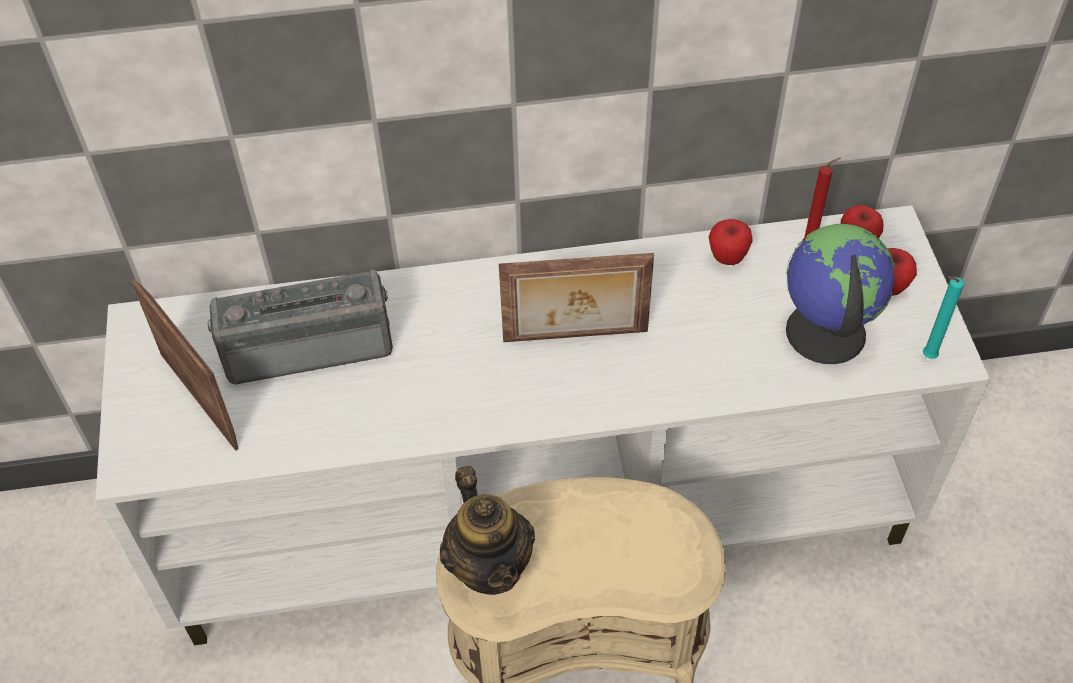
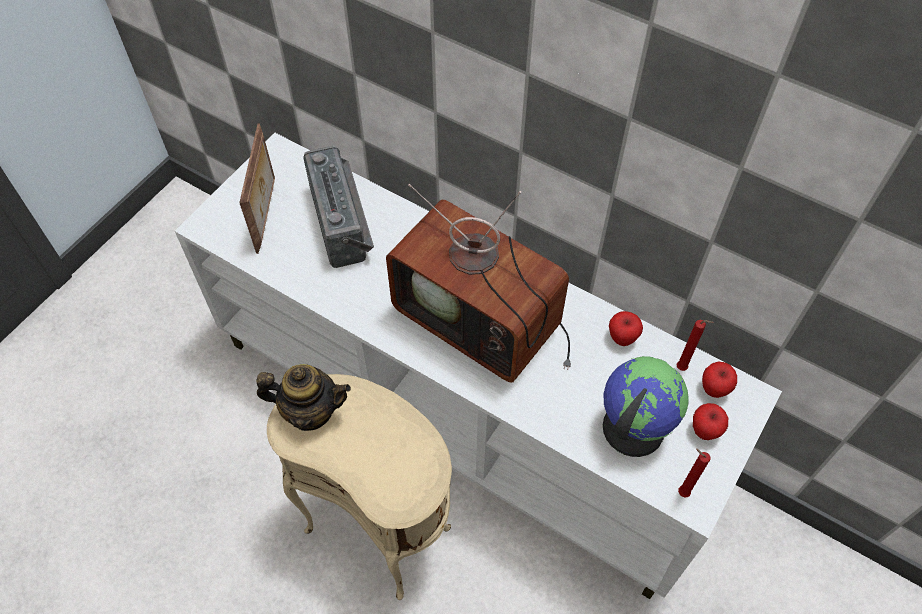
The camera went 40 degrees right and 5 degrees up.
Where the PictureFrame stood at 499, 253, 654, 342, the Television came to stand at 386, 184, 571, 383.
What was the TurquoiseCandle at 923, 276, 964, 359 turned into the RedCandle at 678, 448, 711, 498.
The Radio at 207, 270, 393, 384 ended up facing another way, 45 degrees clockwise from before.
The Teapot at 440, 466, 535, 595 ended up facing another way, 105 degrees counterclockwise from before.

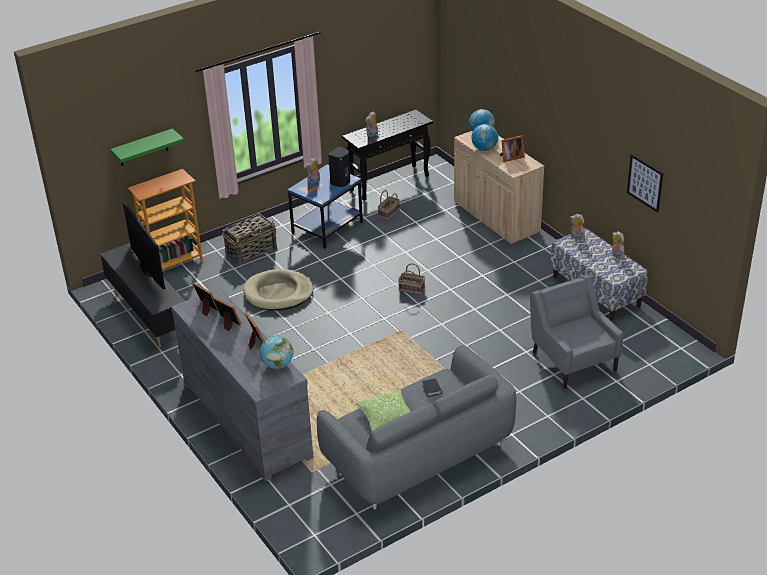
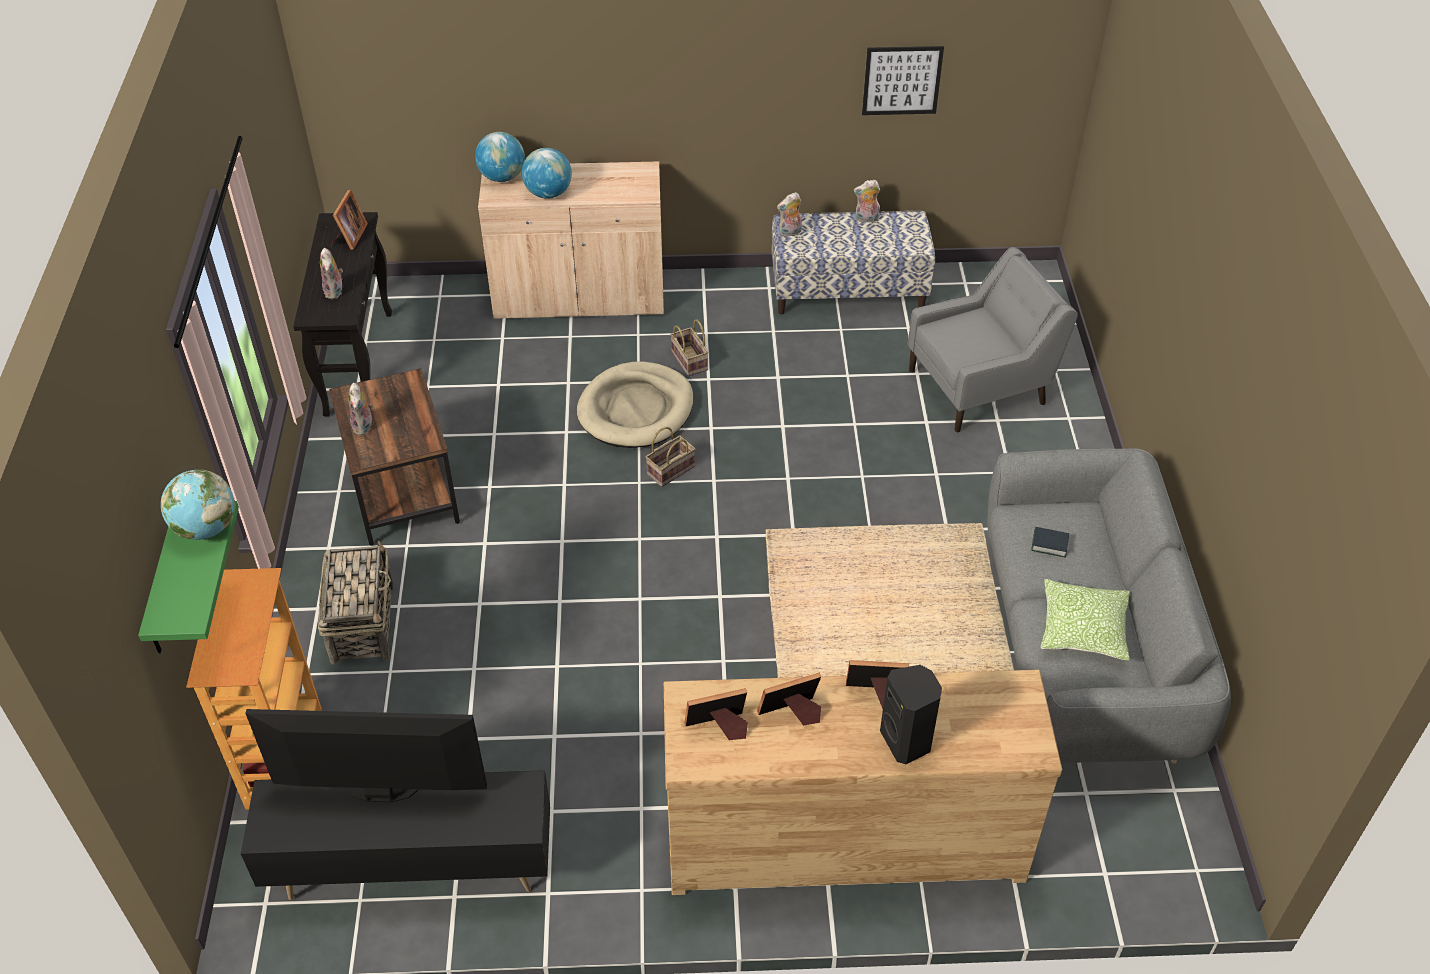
The camera went 60 degrees left and 10 degrees up.
The BeigeDogBed ended up elsewhere, having gone from 243, 269, 313, 310 to 577, 361, 693, 448.
The Globe ended up elsewhere, having gone from 260, 335, 293, 369 to 161, 469, 234, 540.
The BlackSpeaker ended up elsewhere, having gone from 328, 147, 350, 187 to 880, 665, 942, 764.
The Basket ended up elsewhere, having gone from 378, 190, 400, 220 to 670, 319, 708, 376.
The PictureFrame ended up elsewhere, having gone from 500, 136, 525, 162 to 332, 190, 368, 250.
What was the GreyDresser at 171, 288, 313, 481 turned into the BrownDresser at 664, 670, 1062, 895.
What was the BlueSideTable at 287, 165, 363, 249 turned into the BrownSideTable at 329, 368, 460, 545.
The GreyArmchair at 530, 275, 624, 389 ended up facing another way, 150 degrees clockwise from before.

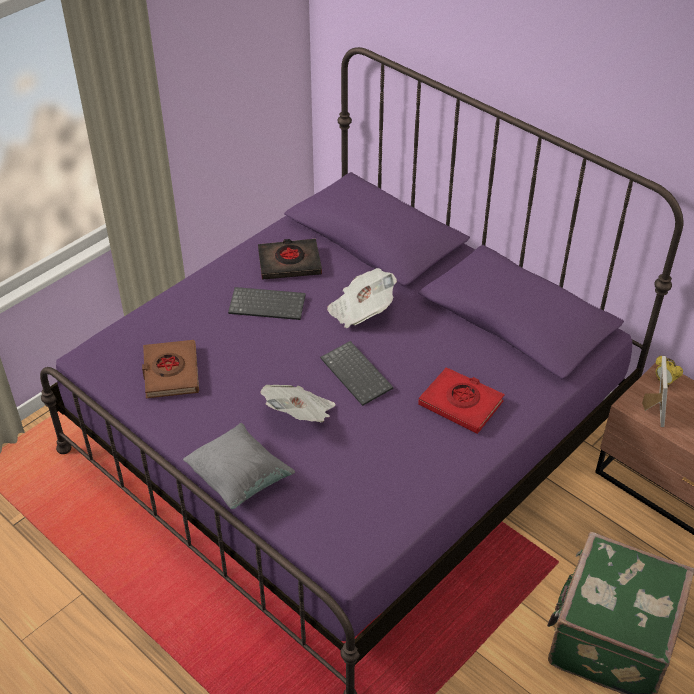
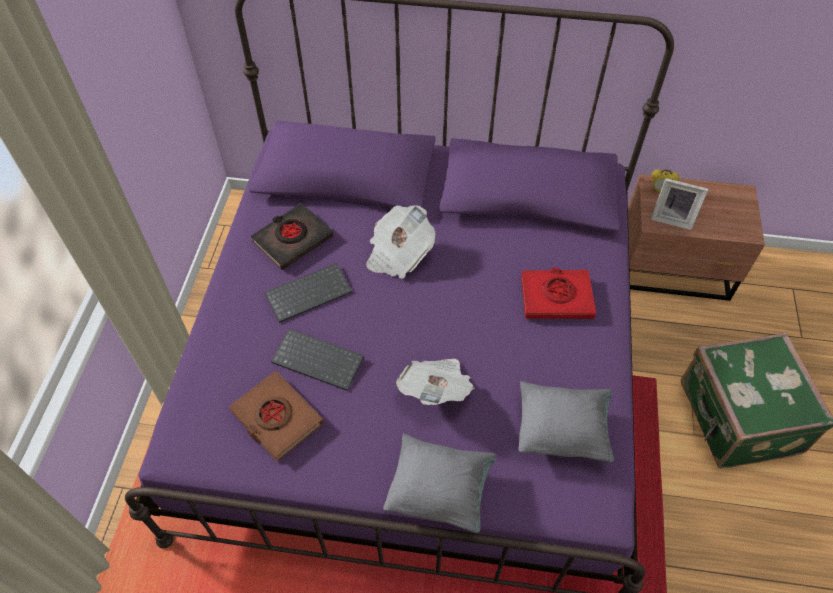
The camera went 35 degrees left and 10 degrees up.
The second view gained the GreyPillow at 518, 381, 614, 462.
The Keyboard ended up elsewhere, having gone from 320, 341, 393, 406 to 271, 329, 364, 391.
The PictureFrame at 642, 356, 668, 427 ended up facing another way, 135 degrees clockwise from before.

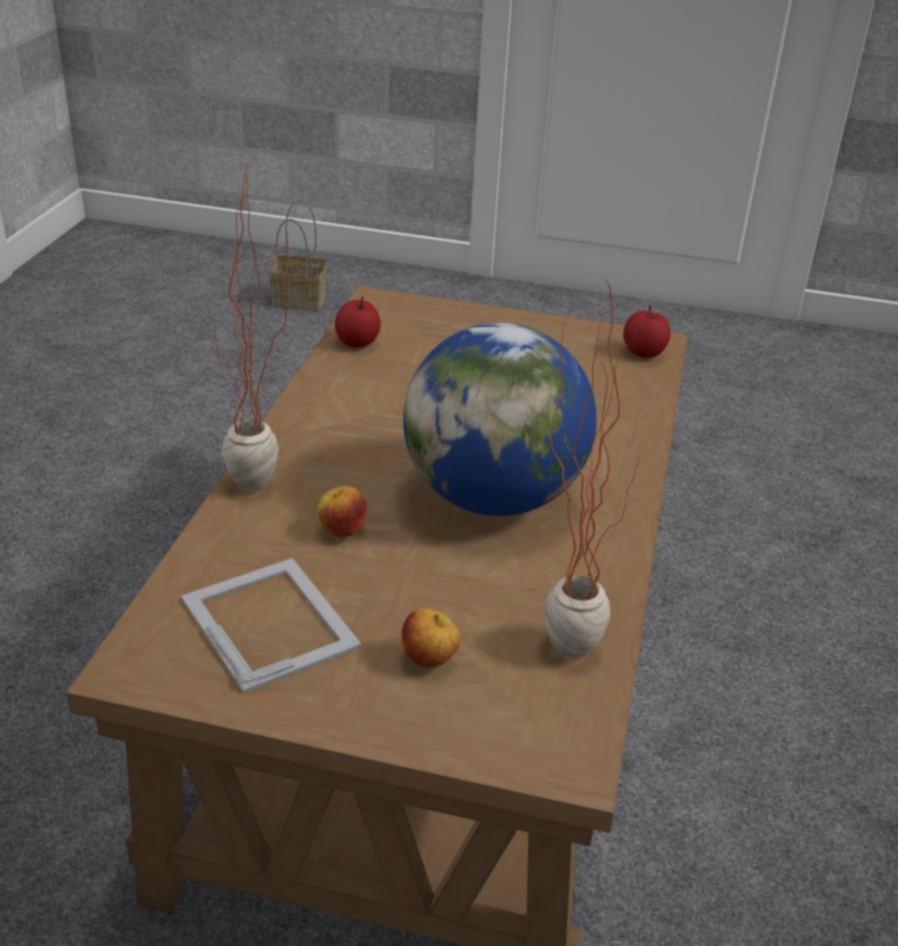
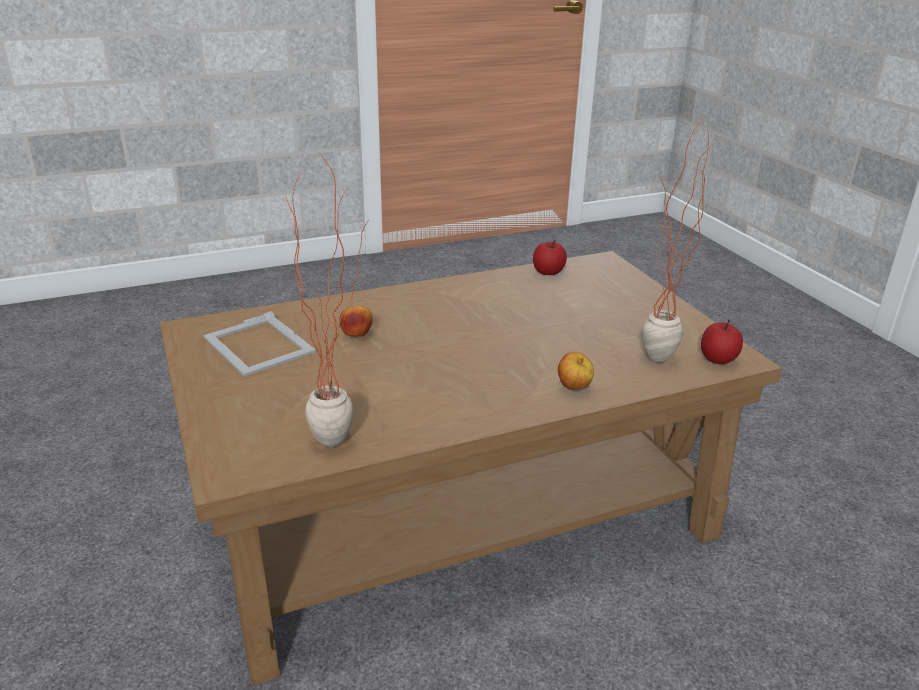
The camera went 55 degrees right and 5 degrees down.
The second view lost the Basket at 268, 199, 327, 311.
The second view lost the Globe at 403, 323, 597, 516.
The PottedPlant ended up elsewhere, having gone from 207, 163, 287, 491 to 642, 120, 712, 363.
The Apple ended up elsewhere, having gone from 402, 608, 460, 667 to 558, 352, 594, 390.
The PictureFrame at 181, 558, 362, 693 ended up facing another way, 120 degrees clockwise from before.

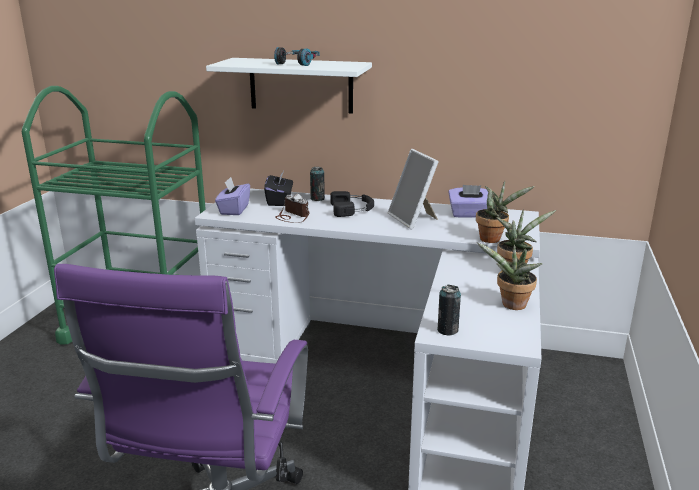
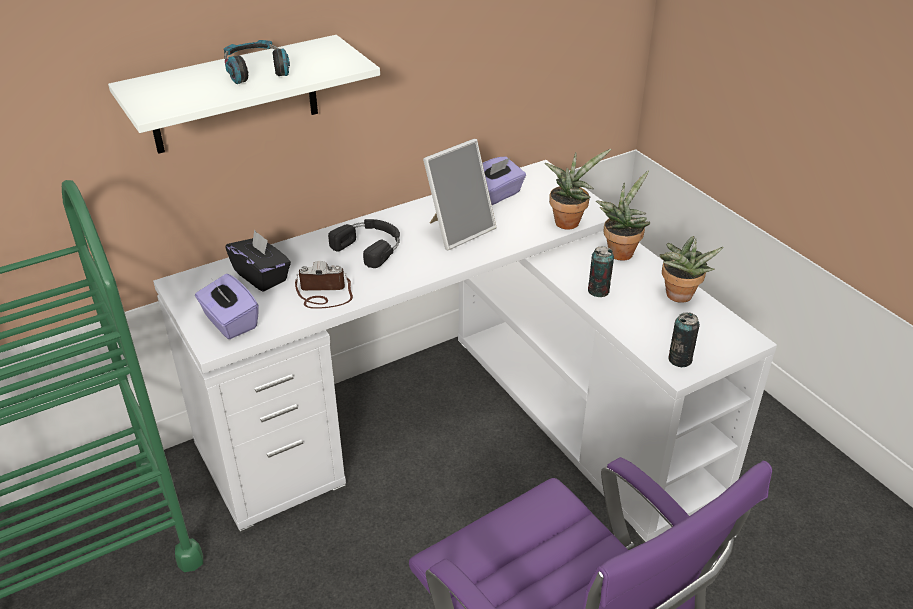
The camera went 45 degrees left and 15 degrees up.
The Can ended up elsewhere, having gone from 310, 167, 325, 201 to 588, 246, 614, 297.
The PictureFrame at 388, 149, 439, 229 ended up facing another way, 60 degrees counterclockwise from before.

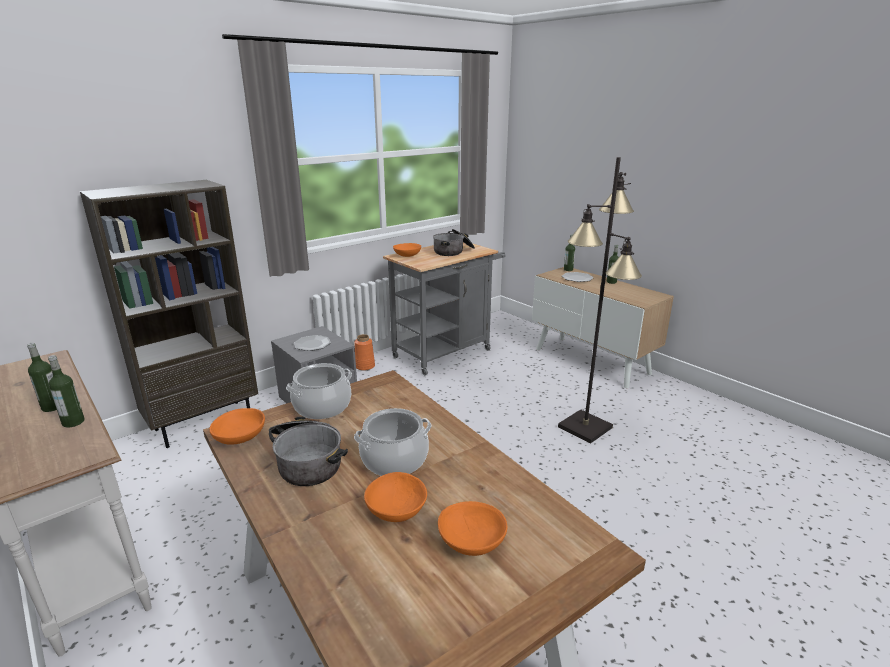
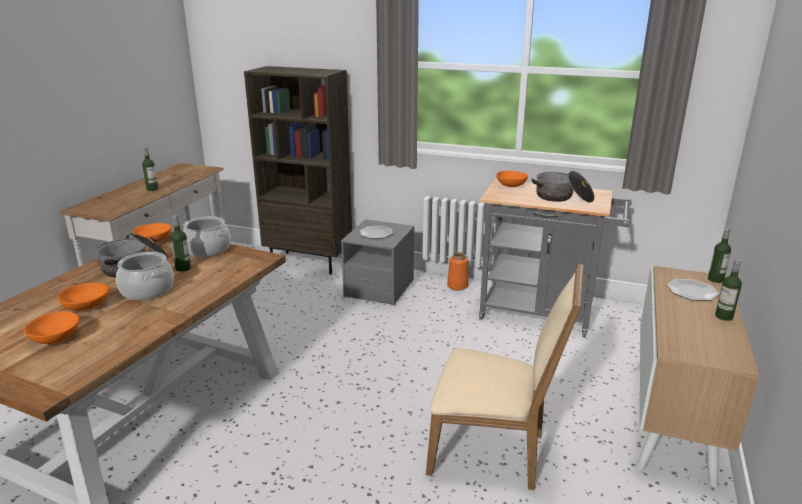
The camera went 60 degrees right and 0 degrees up.
The Bottle ended up elsewhere, having gone from 48, 355, 85, 428 to 171, 215, 191, 272.
Where the BlackFloorLamp stood at 558, 157, 642, 444, the BeigeChair came to stand at 426, 263, 584, 490.

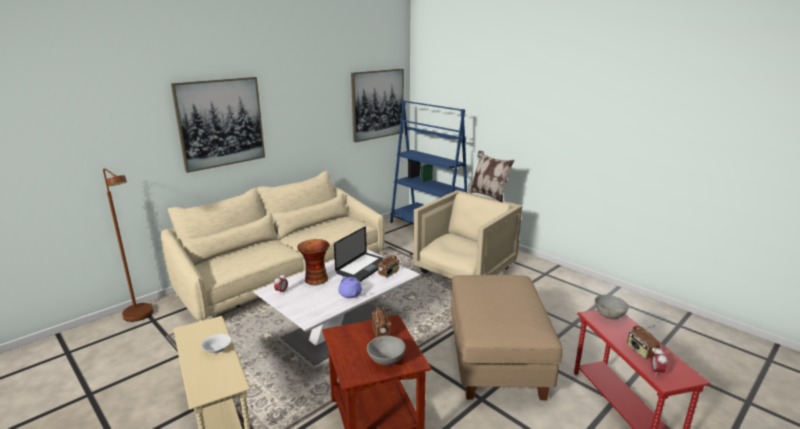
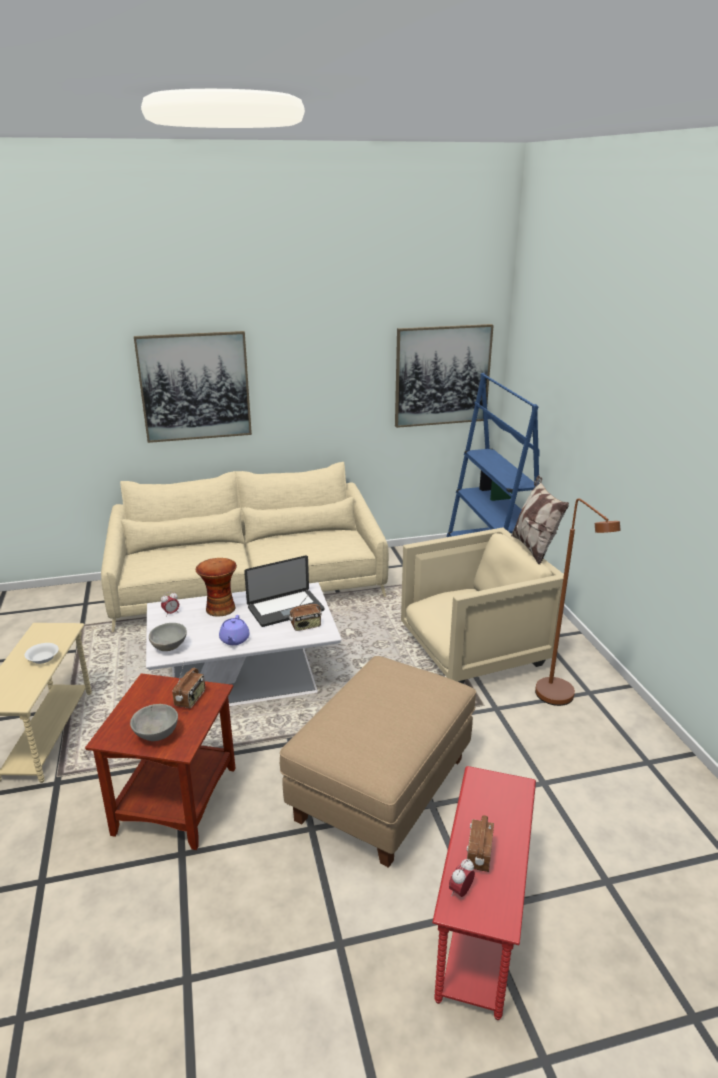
The camera went 30 degrees right and 5 degrees up.
The BrownFloorLamp ended up elsewhere, having gone from 103, 168, 153, 322 to 535, 498, 621, 706.
The GreyBowl ended up elsewhere, having gone from 595, 295, 629, 319 to 149, 623, 187, 651.

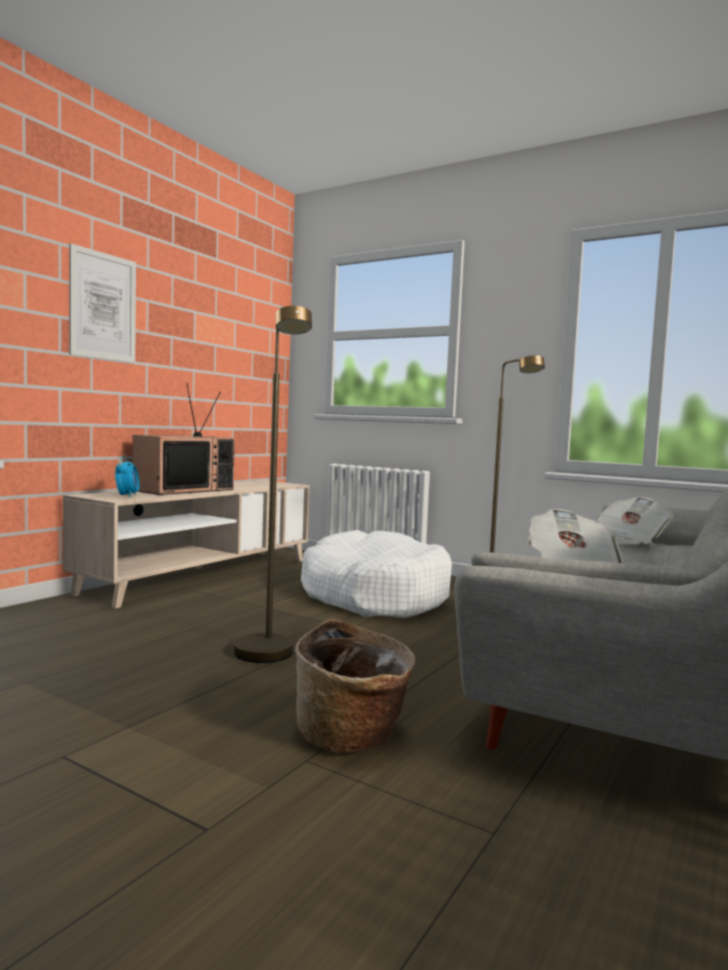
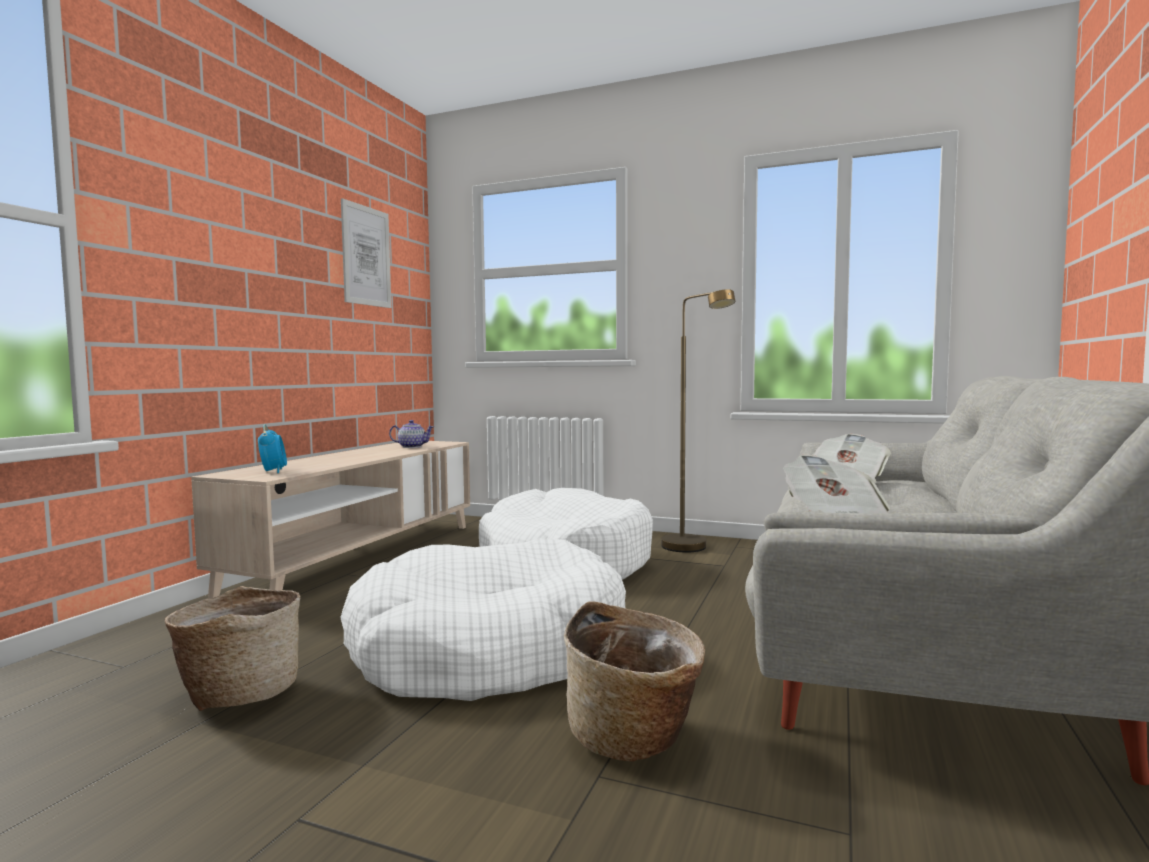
The camera went 10 degrees left and 0 degrees up.
The second view lost the Television at 132, 383, 235, 495.
The second view gained the Basket at 165, 586, 300, 711.
The second view gained the Teapot at 389, 420, 434, 448.
The Picture ended up elsewhere, having gone from 69, 243, 136, 363 to 341, 198, 391, 308.
Where the BrownFloorLamp stood at 234, 306, 312, 663, the WhiteDogBed came to stand at 340, 538, 626, 701.

